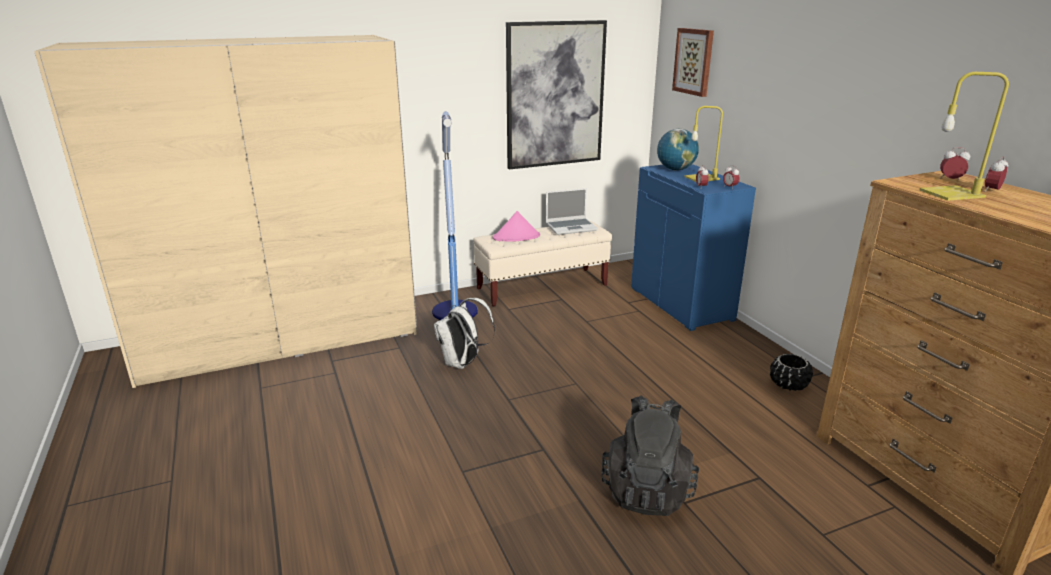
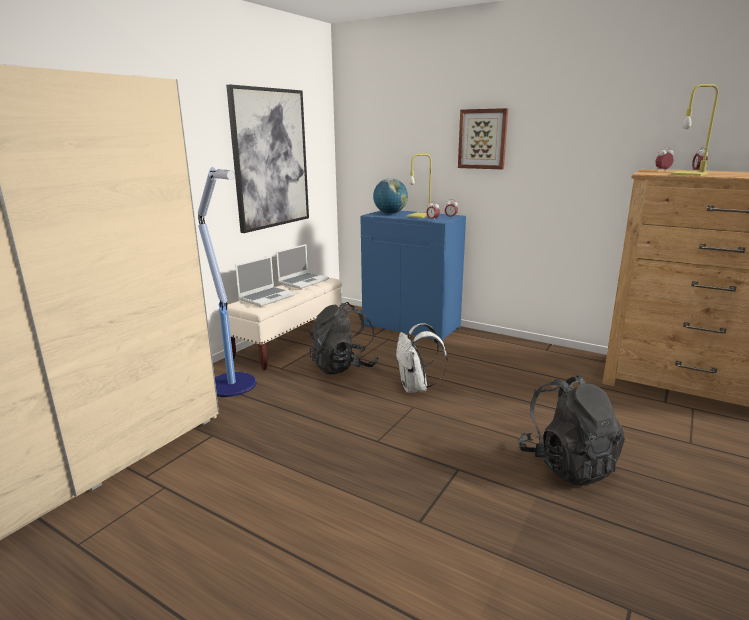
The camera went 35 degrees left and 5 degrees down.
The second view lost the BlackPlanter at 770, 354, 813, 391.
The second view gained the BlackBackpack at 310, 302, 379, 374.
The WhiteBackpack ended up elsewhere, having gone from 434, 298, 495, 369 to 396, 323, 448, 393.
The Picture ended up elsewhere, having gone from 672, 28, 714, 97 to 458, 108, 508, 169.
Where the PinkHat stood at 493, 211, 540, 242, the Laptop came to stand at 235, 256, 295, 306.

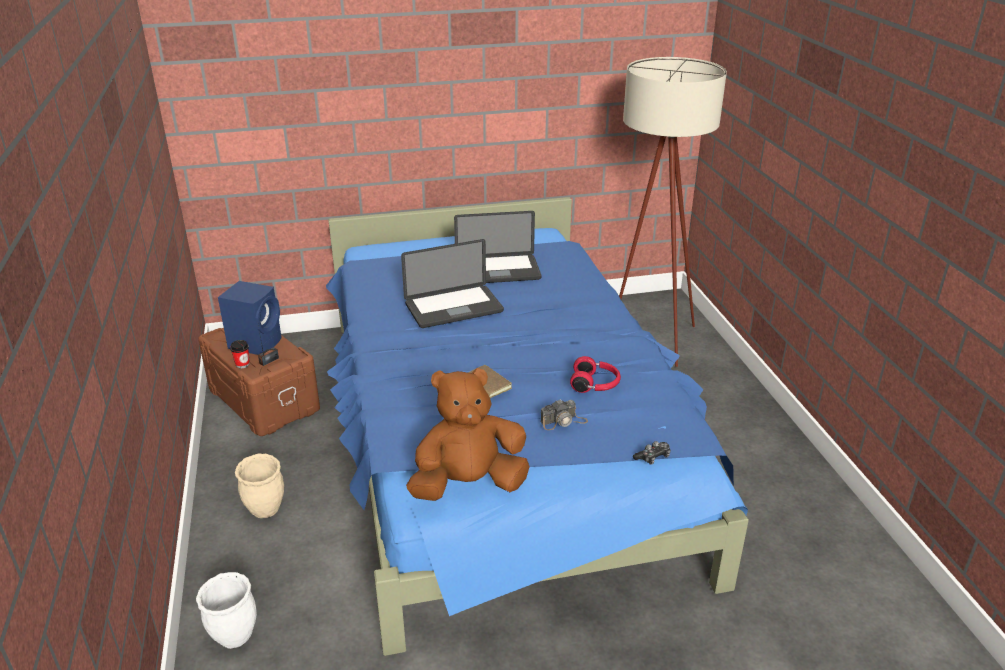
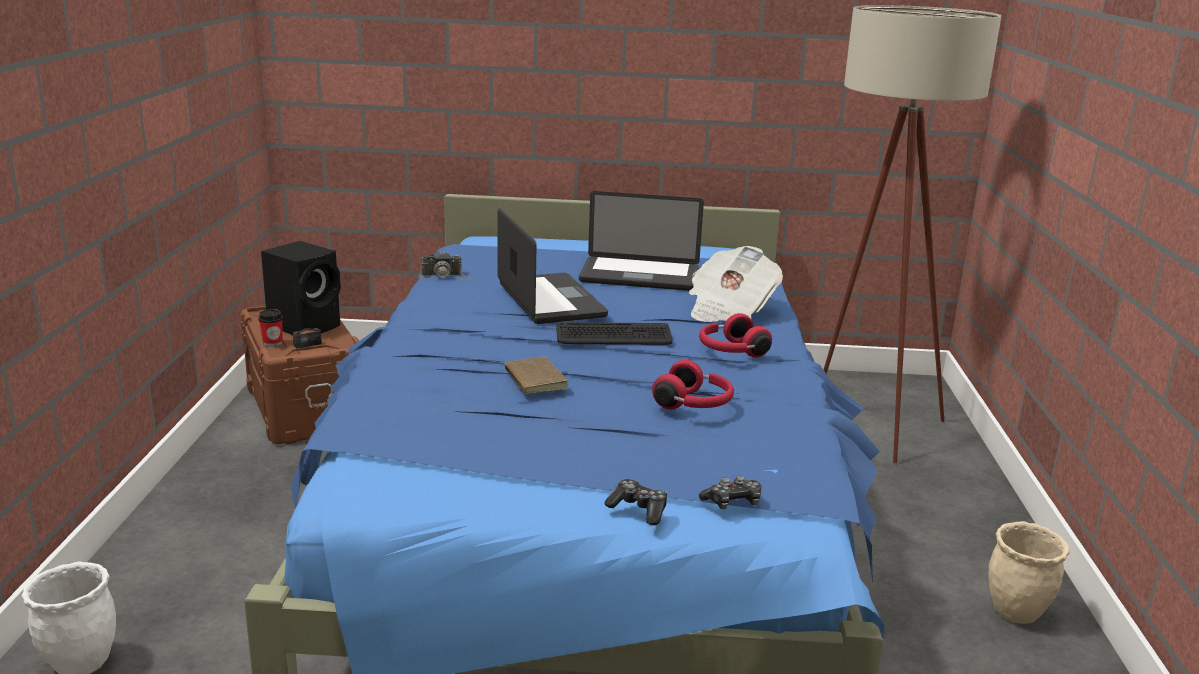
The camera went 15 degrees right and 10 degrees down.
The second view lost the BrownPlushToy at 406, 368, 530, 501.
The second view gained the Keyboard at 556, 322, 672, 345.
The second view gained the GameController at 605, 479, 667, 525.
The second view gained the Newspaper at 689, 246, 783, 322.
The second view gained the RedHeadphones at 699, 313, 772, 358.
The BeigePlanter ended up elsewhere, having gone from 235, 453, 284, 518 to 988, 521, 1070, 624.
The PhotoCamera ended up elsewhere, having gone from 540, 400, 588, 430 to 420, 251, 471, 280.
What was the BlueSpeaker at 218, 281, 282, 355 turned into the BlackSpeaker at 261, 241, 341, 335.
The Laptop at 401, 239, 504, 328 ended up facing another way, 105 degrees counterclockwise from before.

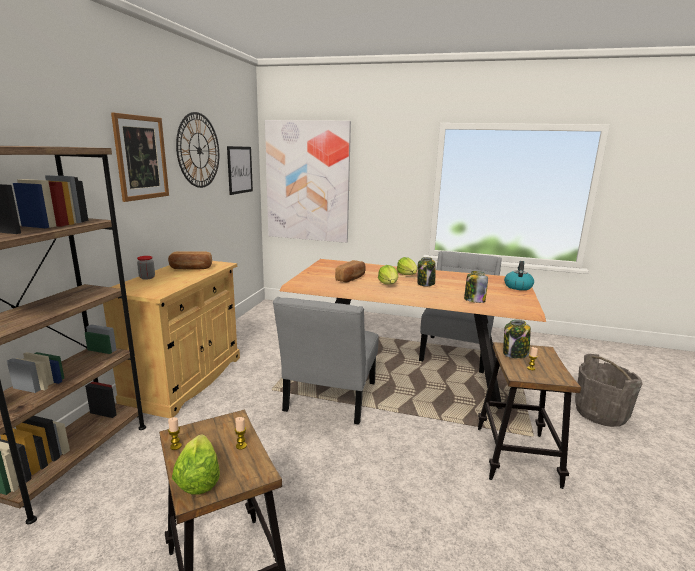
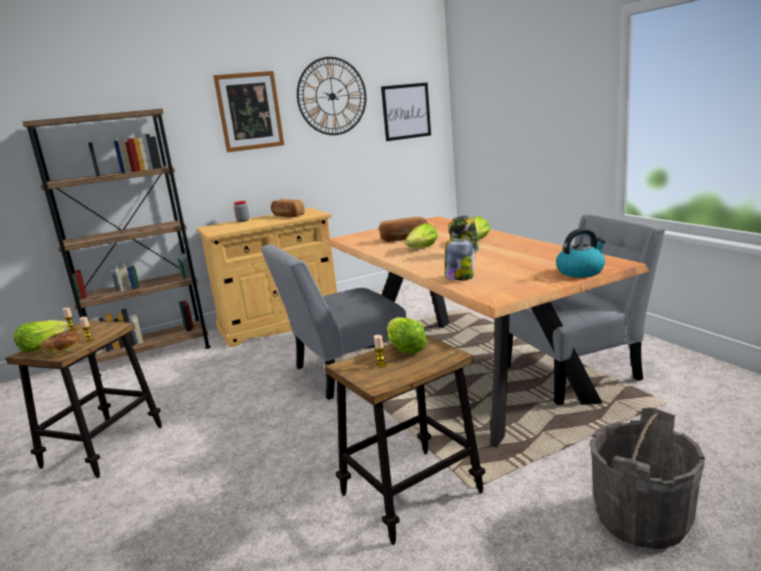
The camera went 50 degrees right and 0 degrees up.
The second view lost the Picture at 265, 120, 351, 243.
The second view gained the Bread at 40, 331, 80, 356.
Where the Jar stood at 503, 320, 531, 358, the Lettuce came to stand at 387, 317, 427, 354.

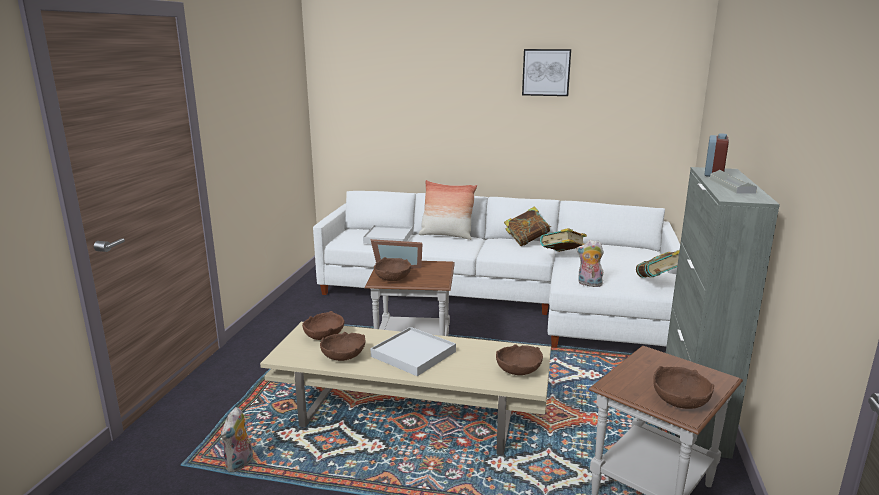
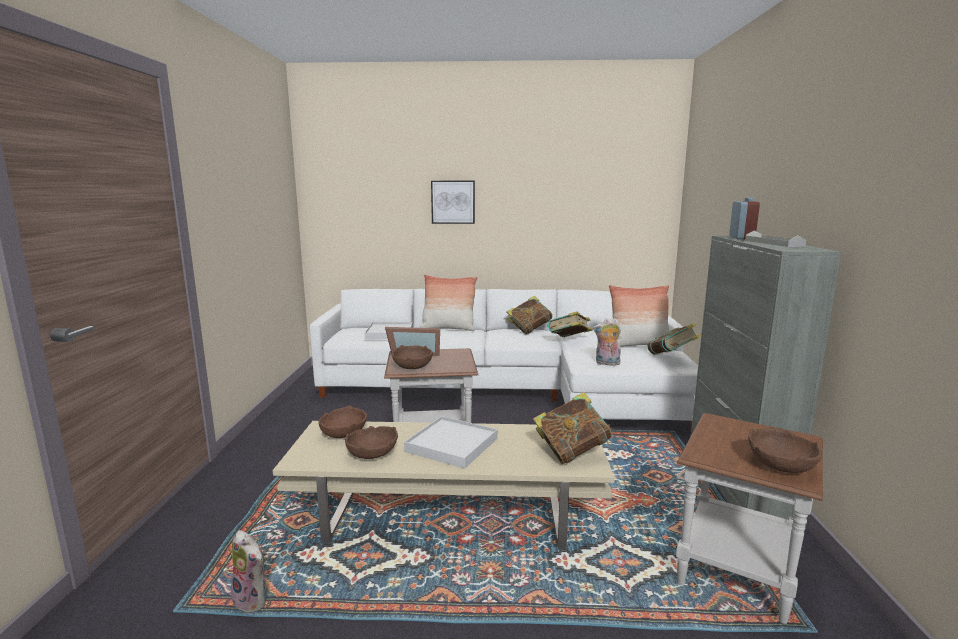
The camera went 10 degrees left and 5 degrees down.
The second view gained the Pillow at 609, 285, 669, 347.
The Picture ended up elsewhere, having gone from 522, 49, 571, 96 to 431, 181, 475, 224.
Where the BrownBowl stood at 496, 344, 543, 375, the Book came to stand at 533, 392, 614, 464.
The PlushToy at 221, 407, 253, 472 ended up facing another way, 60 degrees counterclockwise from before.

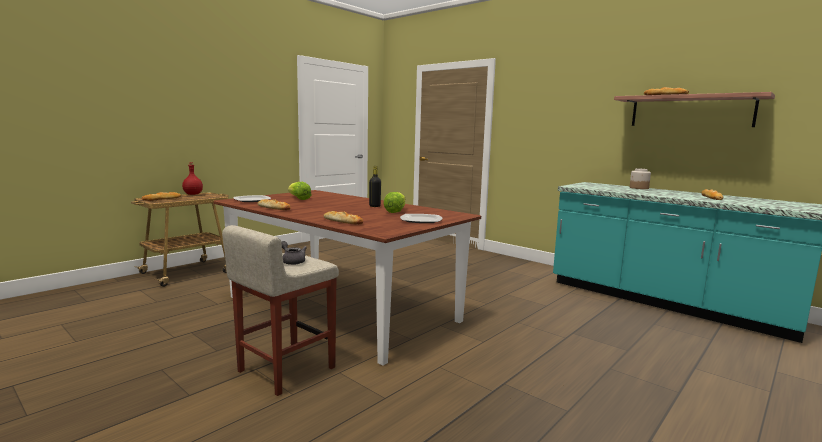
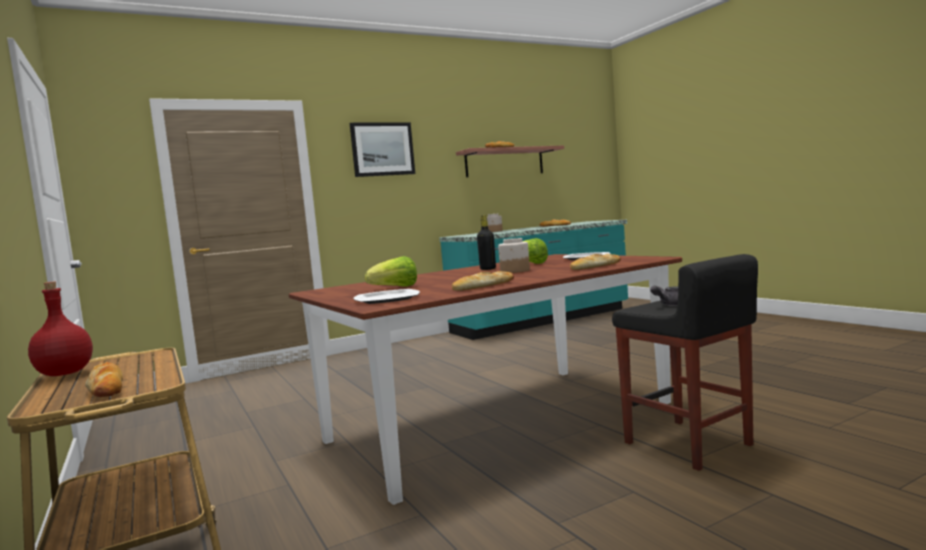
The camera went 70 degrees left and 5 degrees down.
The second view gained the Picture at 350, 122, 415, 177.
The second view gained the Jar at 498, 238, 530, 273.
What was the BeigeStool at 222, 225, 339, 396 turned into the BlackStool at 612, 254, 758, 471.

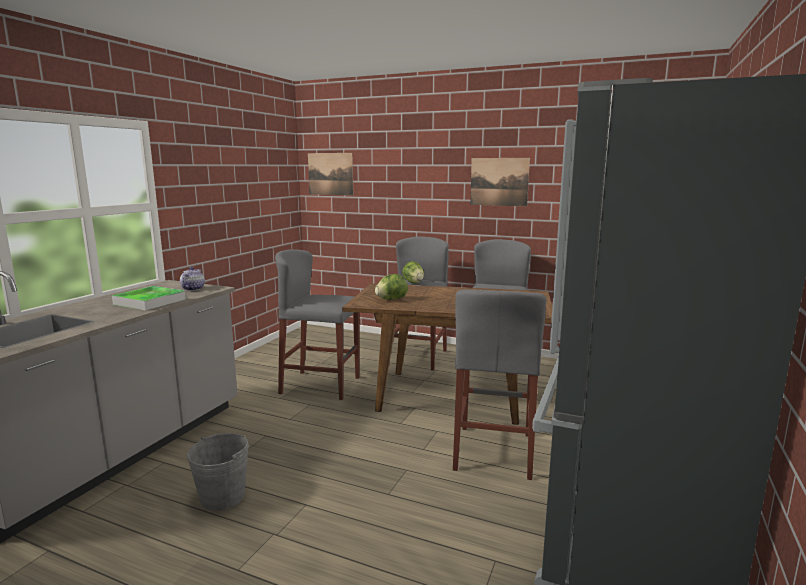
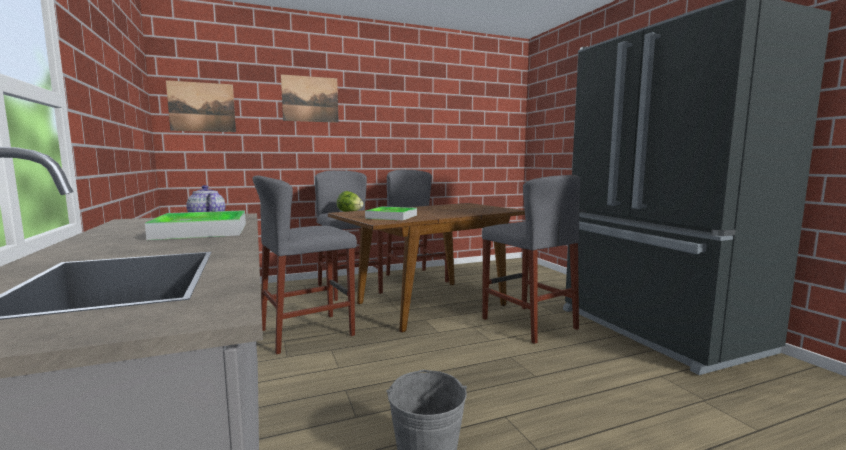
The camera went 45 degrees left and 5 degrees down.
The Picture ended up elsewhere, having gone from 470, 158, 530, 206 to 281, 74, 339, 123.
Where the Lettuce stood at 375, 274, 408, 300, the Tray came to stand at 365, 206, 417, 220.

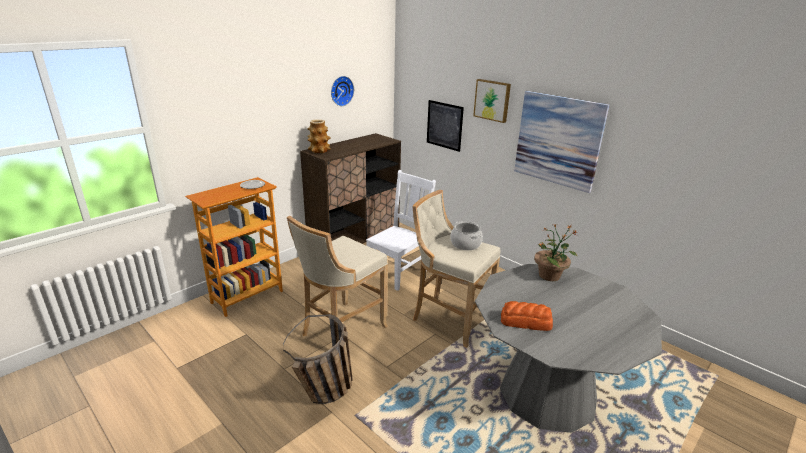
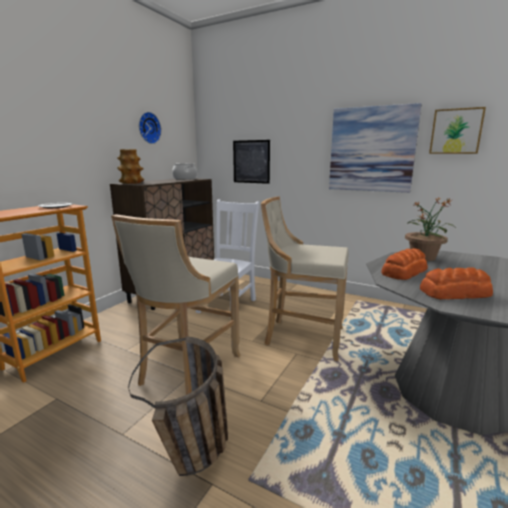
The camera went 15 degrees left and 10 degrees down.
The second view gained the Bread at 381, 248, 428, 280.
The CookingPot ended up elsewhere, having gone from 450, 221, 483, 250 to 172, 164, 197, 180.
The Picture ended up elsewhere, having gone from 473, 79, 511, 123 to 429, 107, 486, 154.

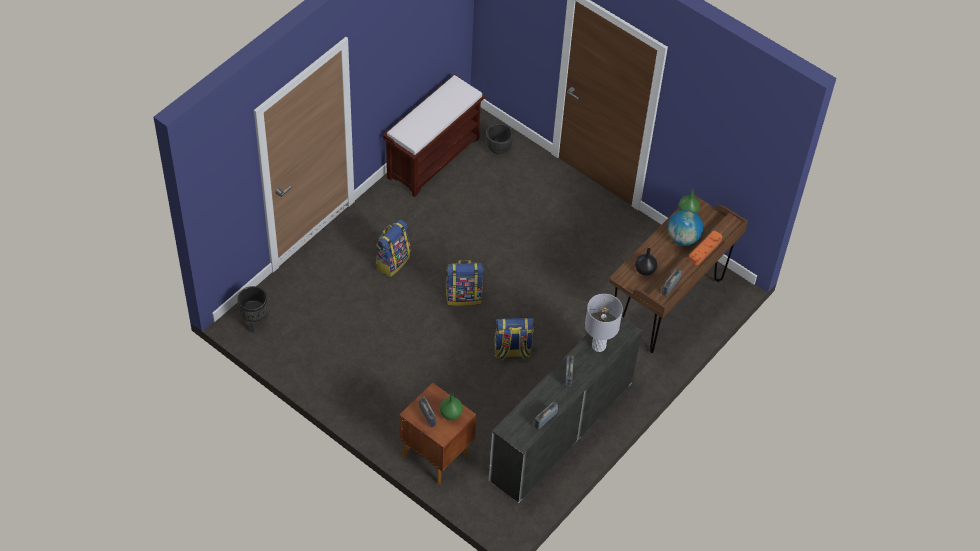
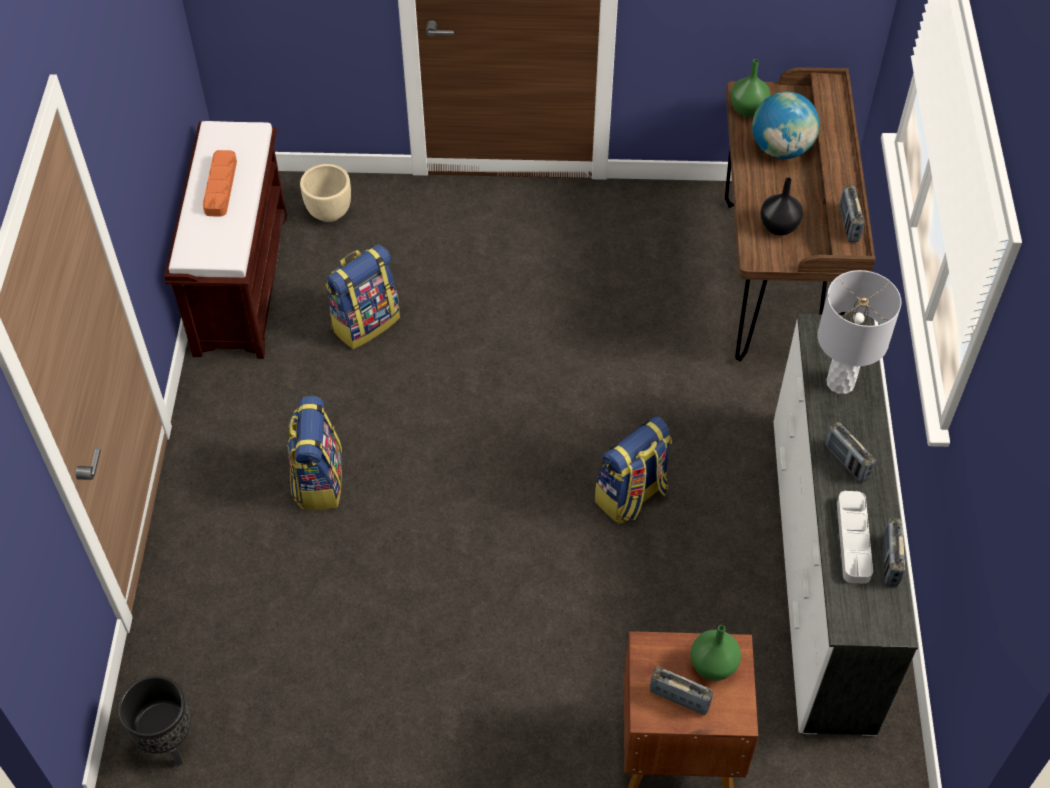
The camera went 35 degrees left and 0 degrees up.
The second view gained the GreyTray at 837, 491, 873, 584.
The Backpack ended up elsewhere, having gone from 446, 260, 484, 306 to 325, 244, 400, 349.
The OrangeTray ended up elsewhere, having gone from 689, 231, 723, 265 to 203, 150, 237, 217.
What was the BlackPlanter at 486, 123, 513, 155 turned into the BeigePlanter at 300, 164, 351, 222.

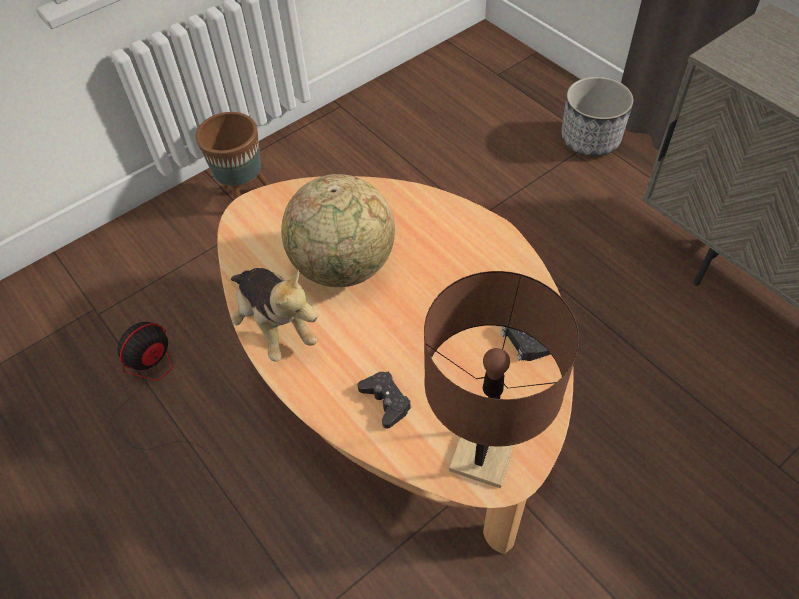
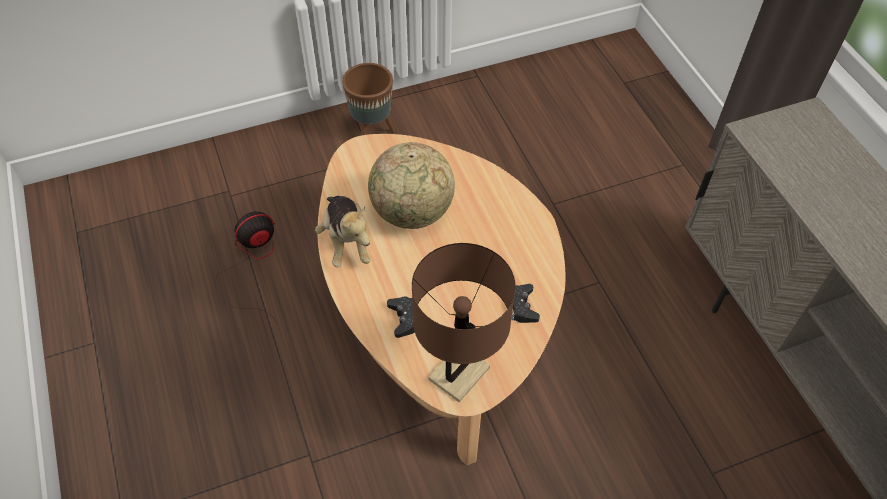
The camera went 15 degrees right and 0 degrees up.
The second view lost the Planter at 561, 77, 633, 156.

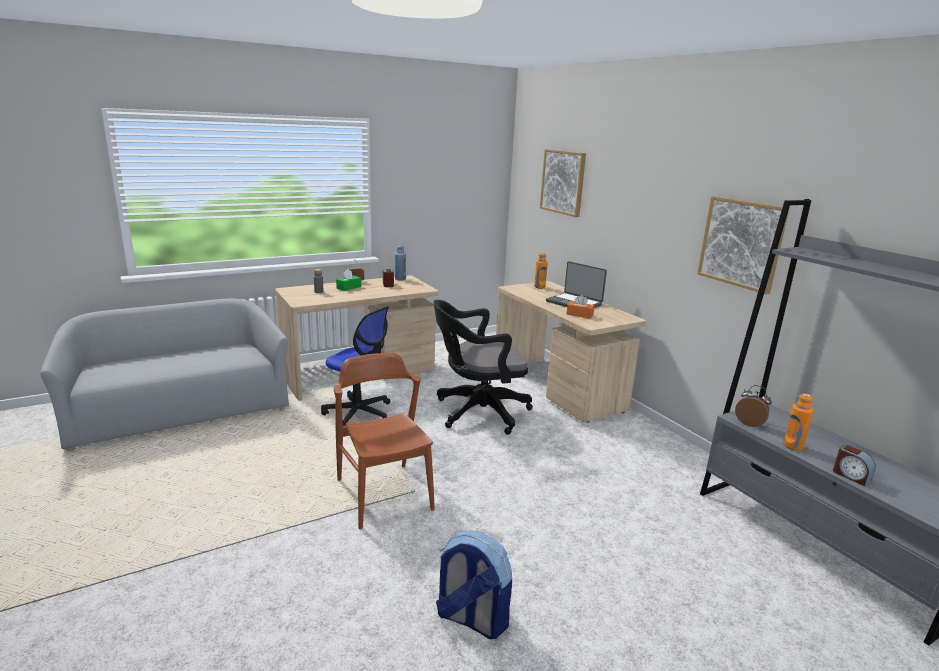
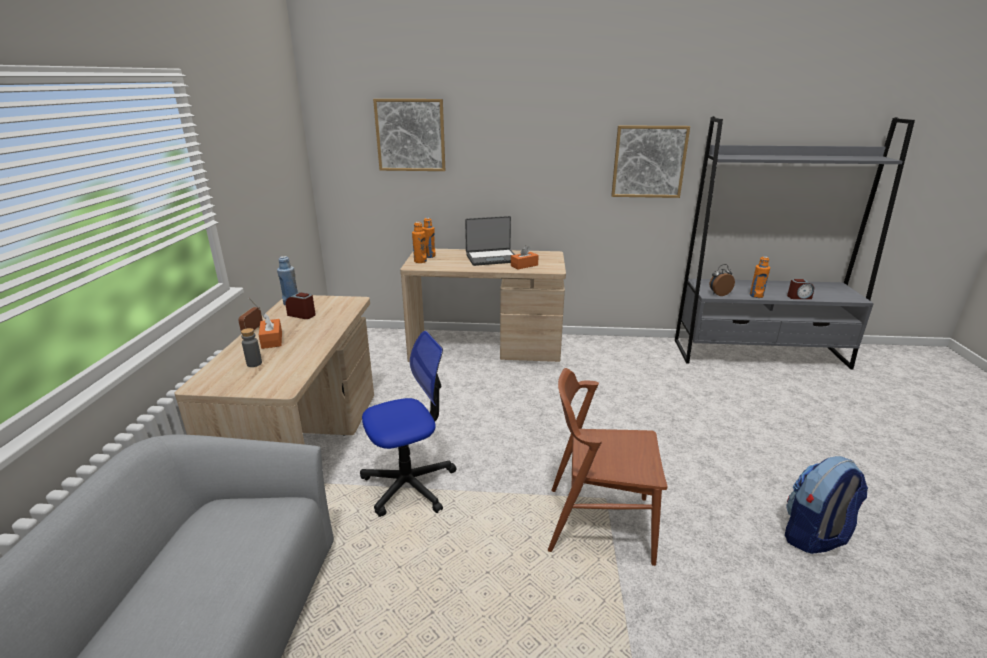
The camera went 55 degrees left and 5 degrees up.
The second view lost the BlackOfficeChair at 433, 300, 533, 435.
The second view gained the OrangeBottle at 412, 222, 427, 263.
What was the GreenTissueBox at 336, 269, 361, 291 turned into the OrangeTissueBox at 259, 313, 282, 349.

